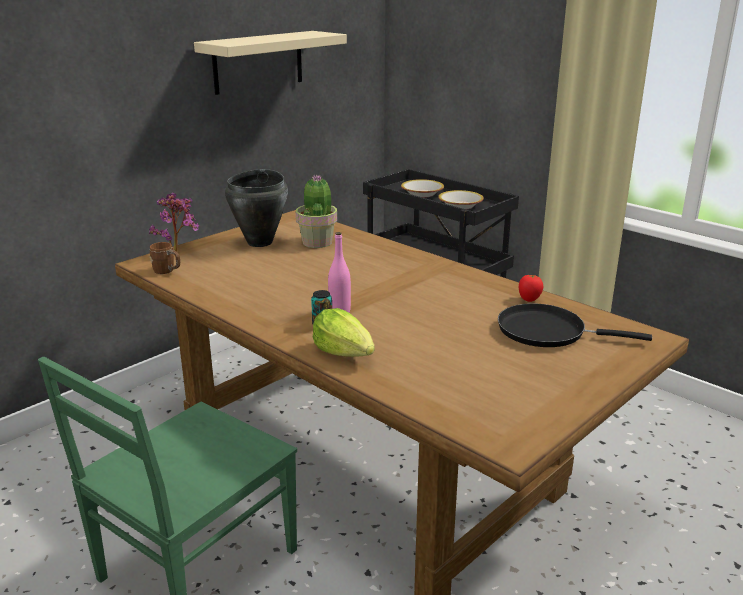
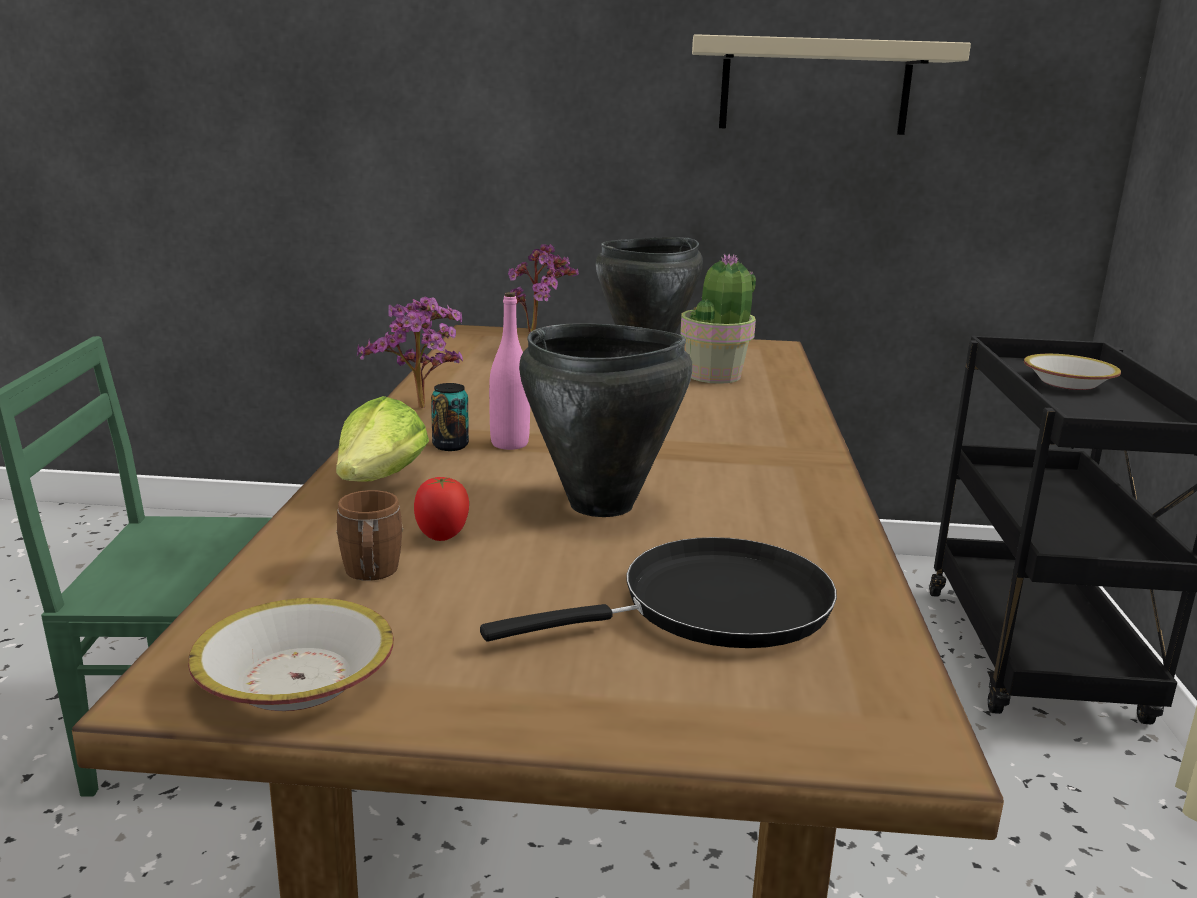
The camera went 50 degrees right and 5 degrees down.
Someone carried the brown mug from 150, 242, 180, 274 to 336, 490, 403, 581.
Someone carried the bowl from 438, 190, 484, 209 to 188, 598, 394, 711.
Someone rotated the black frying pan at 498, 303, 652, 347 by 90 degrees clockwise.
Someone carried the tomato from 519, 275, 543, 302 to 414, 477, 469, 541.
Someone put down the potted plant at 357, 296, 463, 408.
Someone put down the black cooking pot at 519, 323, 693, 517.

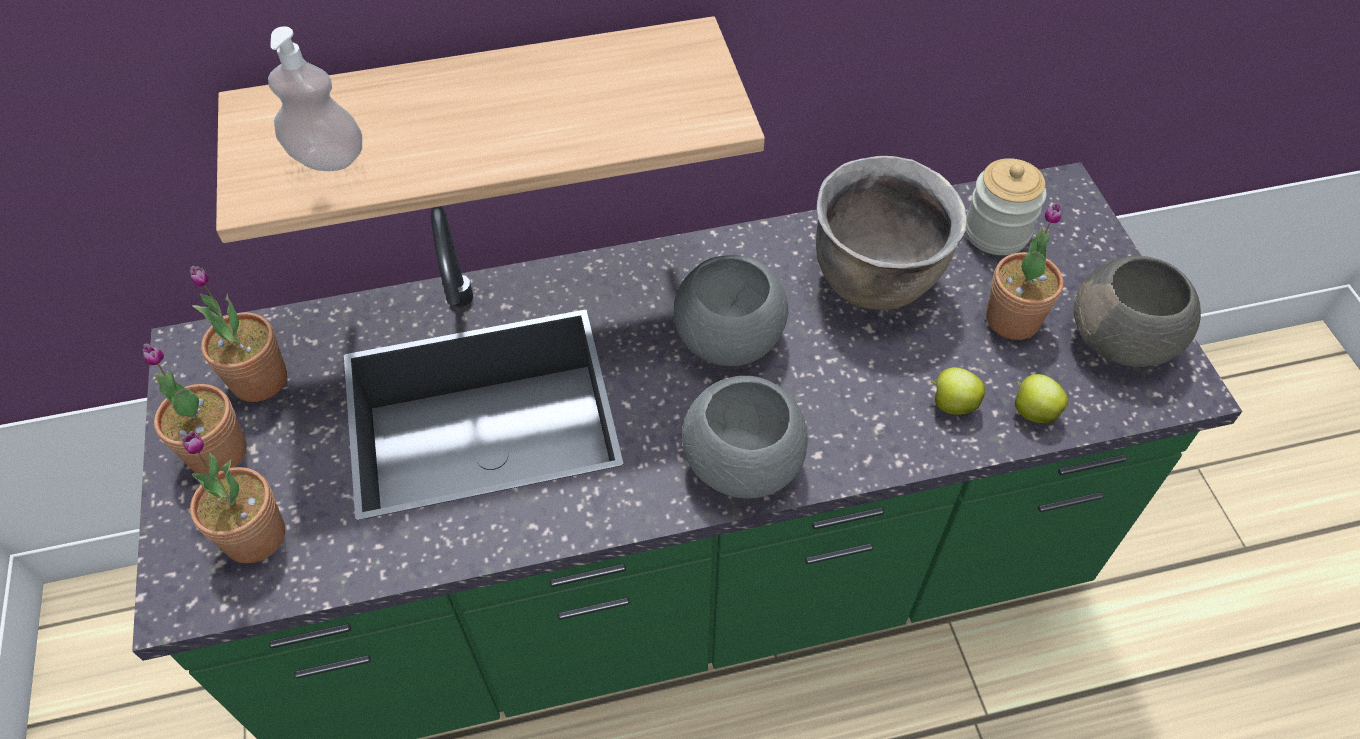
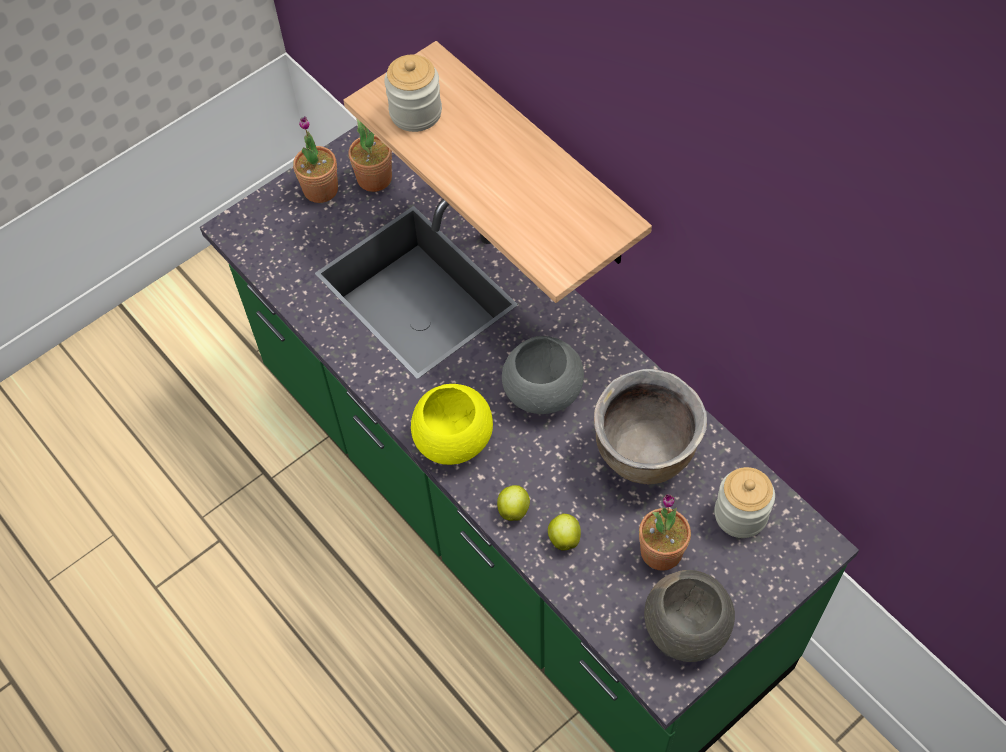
The camera went 65 degrees right and 5 degrees up.
Someone took away the potted plant at 180, 431, 285, 563.
Someone swapped the soap dispenser at 268, 26, 362, 171 for the jar at 384, 55, 442, 132.
Someone repainted the grey bowl at 682, 376, 808, 499, which became the yellow bowl at 411, 384, 493, 465.
Someone carried the apple from 1015, 374, 1068, 423 to 497, 485, 530, 521.

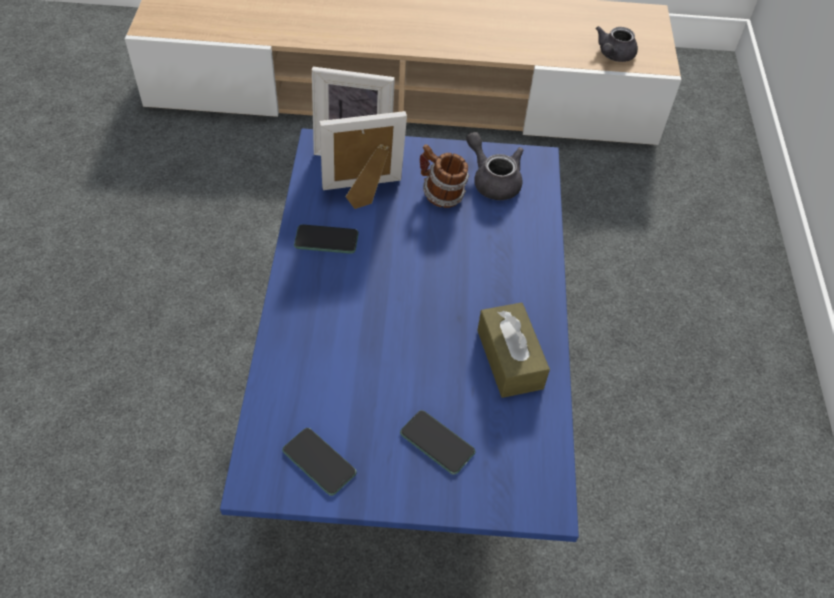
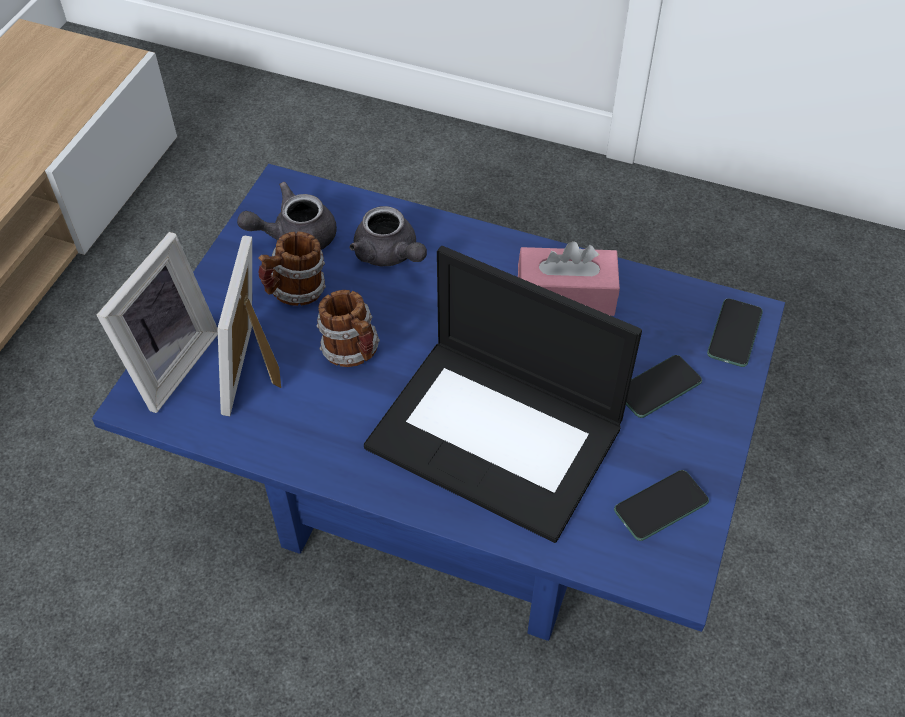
The camera went 70 degrees left and 0 degrees up.
Someone carried the phone from 294, 224, 359, 254 to 707, 298, 763, 367.
Someone repainted the brown tissue box at 477, 302, 550, 398, which became the pink tissue box at 518, 241, 620, 316.
Someone carried the grey teapot from 596, 26, 638, 62 to 349, 206, 427, 266.
Someone put down the mug at 317, 290, 380, 367.
Someone put down the laptop at 364, 246, 642, 543.

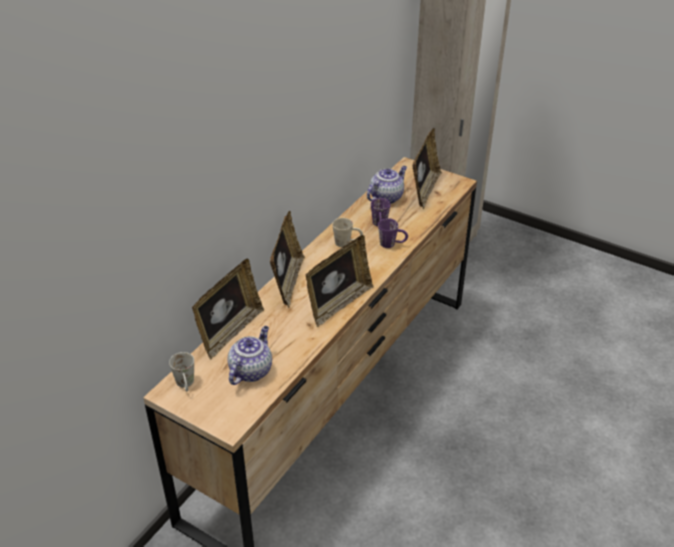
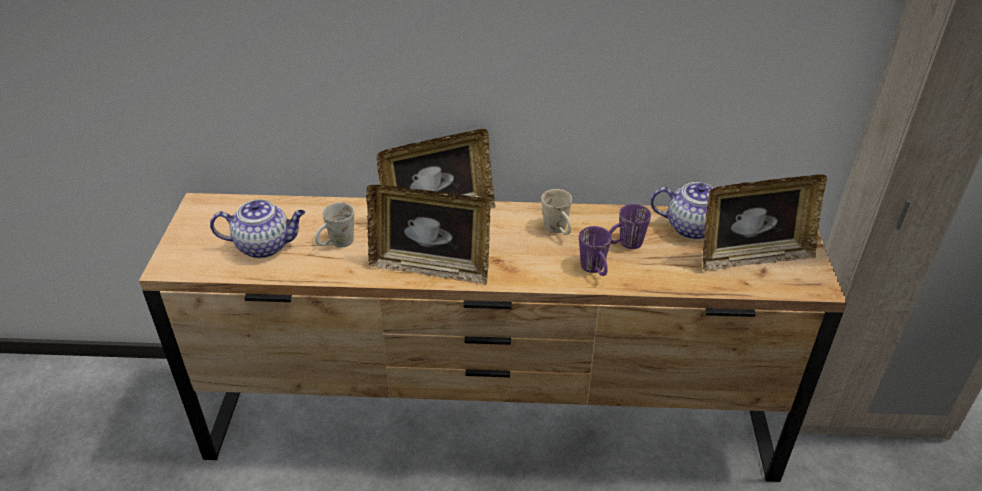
The camera went 60 degrees right and 0 degrees up.
Someone carried the white mug from 169, 352, 194, 391 to 315, 202, 354, 248.
Someone took away the picture frame at 192, 259, 264, 359.

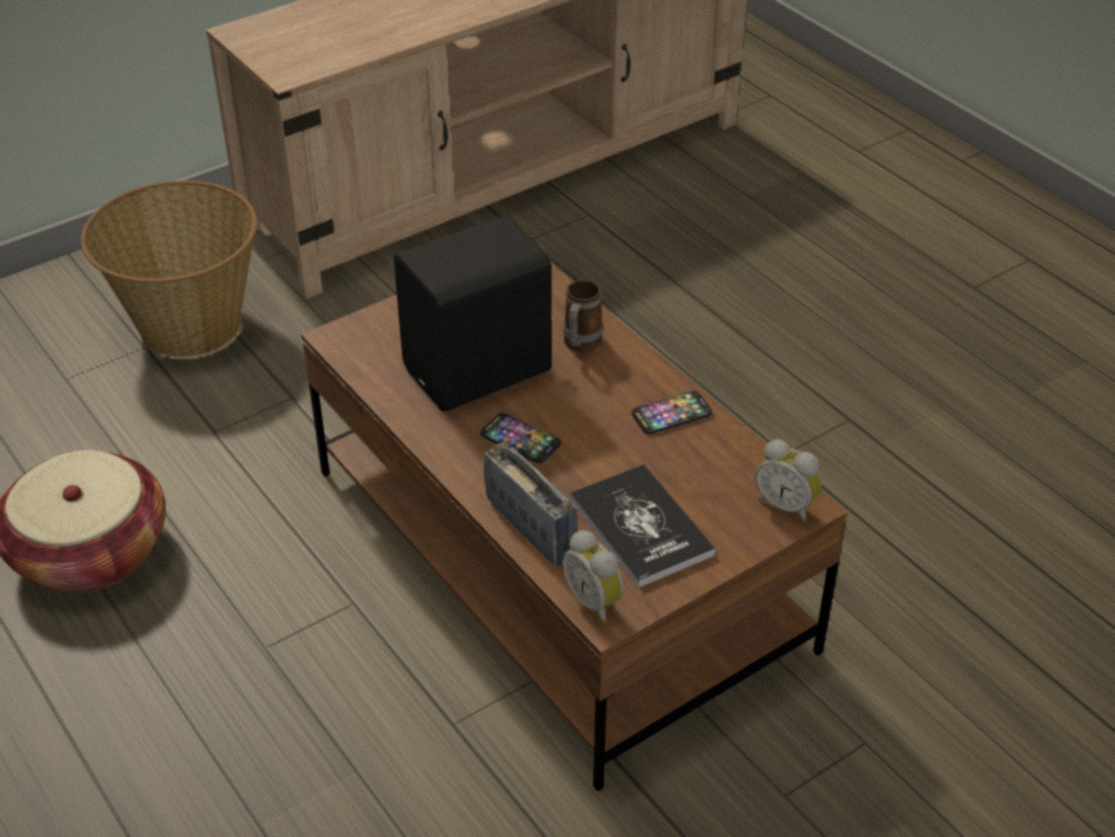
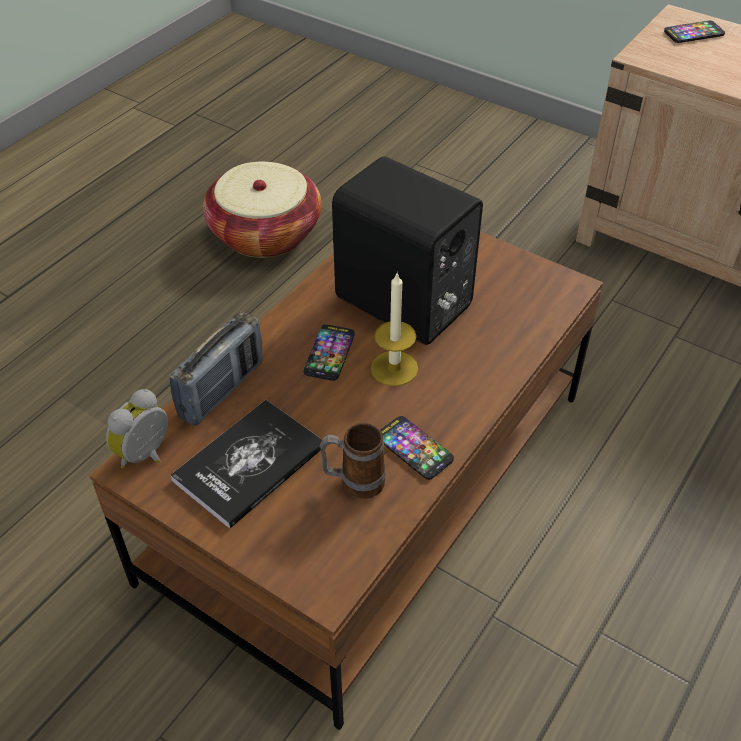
The camera went 70 degrees right and 5 degrees up.
Someone took away the basket at 81, 180, 257, 357.
Someone carried the mug from 563, 280, 603, 352 to 320, 423, 386, 499.
Someone took away the alarm clock at 755, 439, 822, 522.
Someone put down the candle at 371, 271, 418, 386.
Someone put down the phone at 664, 21, 725, 43.

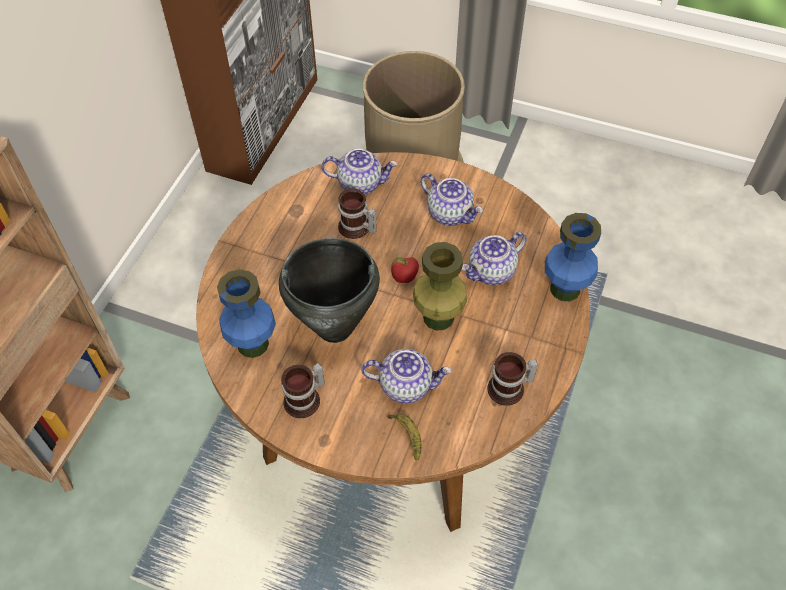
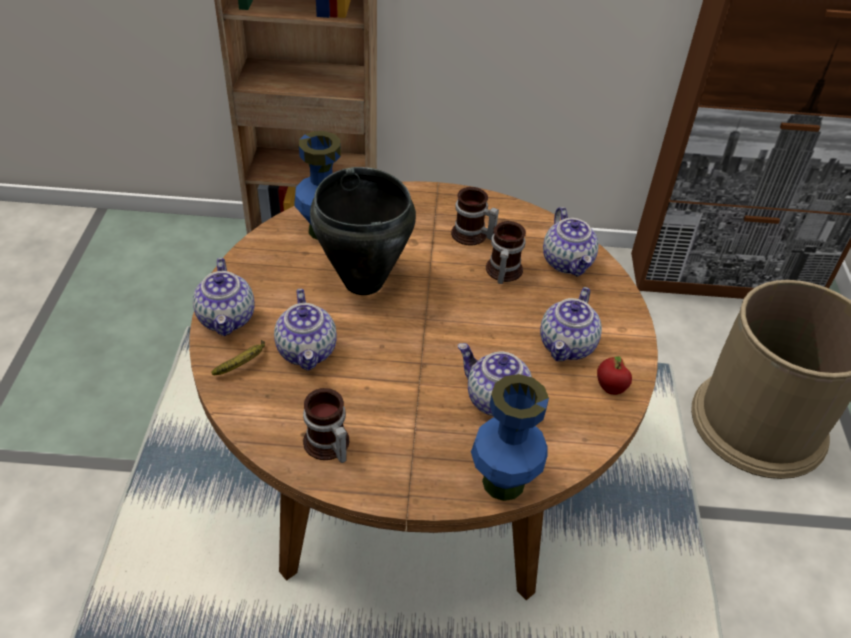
The camera went 70 degrees right and 10 degrees down.
Someone carried the mug from 281, 363, 325, 418 to 451, 187, 499, 245.
Someone carried the apple from 391, 257, 419, 283 to 597, 356, 632, 395.
Someone took away the green vase at 413, 242, 467, 331.
Someone put down the teapot at 193, 258, 255, 336.

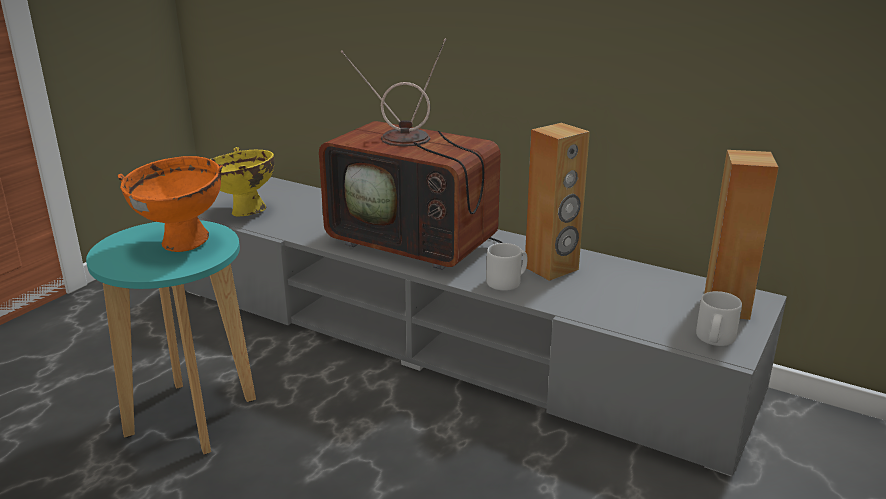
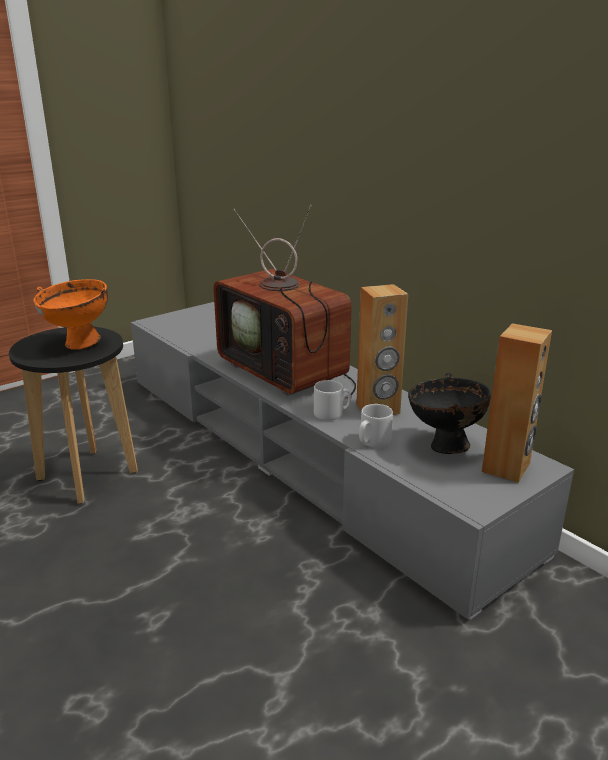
The camera went 20 degrees right and 0 degrees up.
Someone repainted the turquoise stool at 86, 220, 256, 454, which became the black stool at 9, 327, 138, 504.
Someone took away the yellow bowl at 210, 147, 274, 216.
Someone carried the grey mug from 696, 291, 742, 346 to 359, 404, 393, 448.
Someone put down the black bowl at 408, 373, 491, 454.

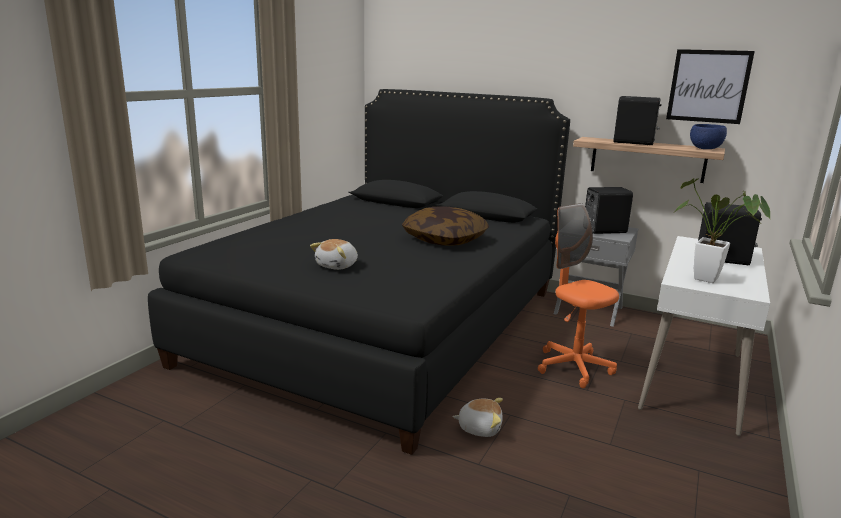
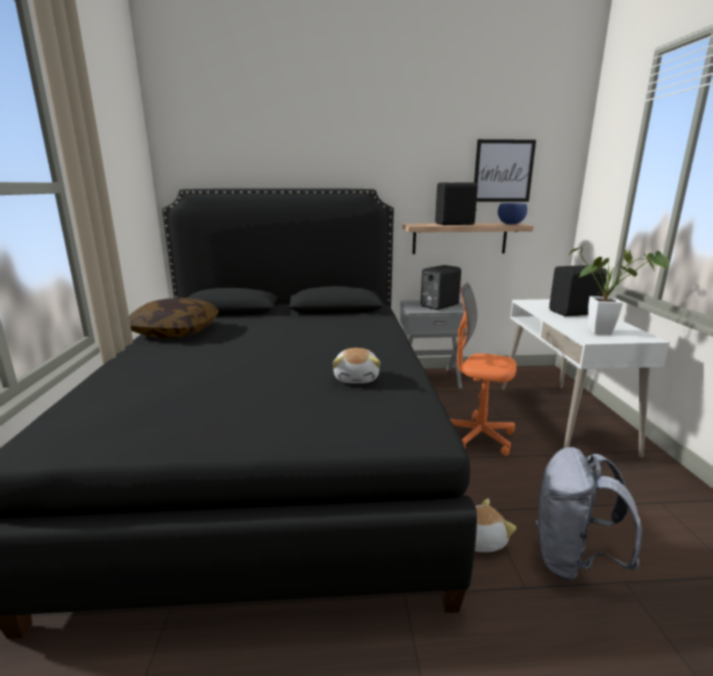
The camera went 30 degrees left and 0 degrees up.
Someone carried the plush toy from 310, 239, 358, 270 to 333, 348, 380, 383.
Someone carried the pillow from 402, 206, 489, 246 to 129, 298, 219, 338.
Someone put down the grey backpack at 536, 447, 642, 581.

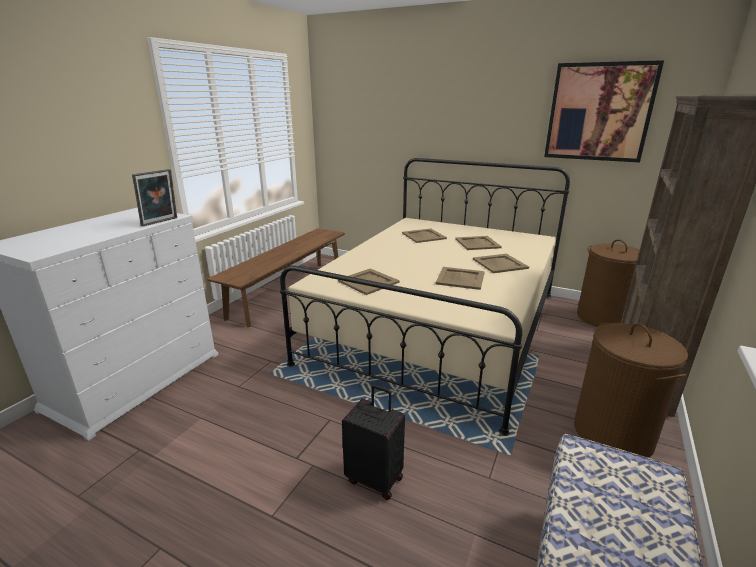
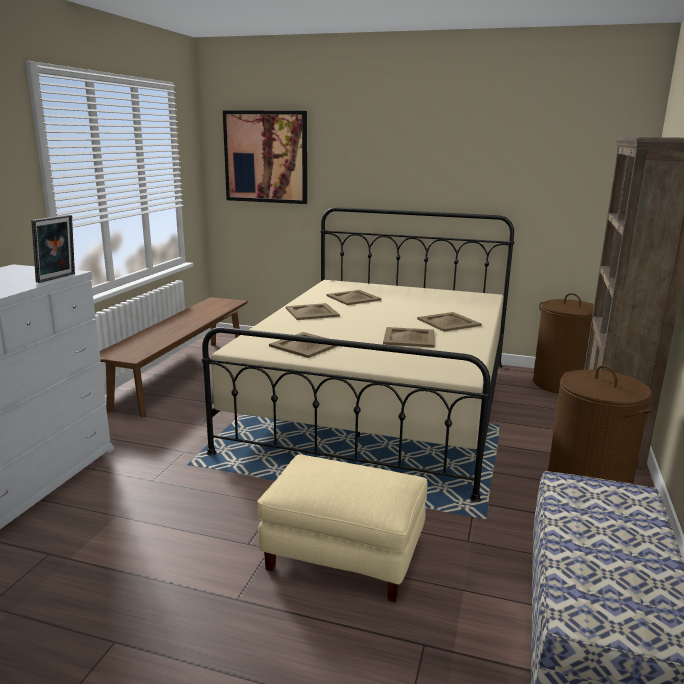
The camera went 10 degrees left and 5 degrees down.
Someone swapped the black suitcase at 342, 385, 405, 500 for the beige ottoman at 257, 454, 427, 602.
Someone carried the beige tray from 455, 236, 502, 250 to 286, 303, 340, 320.
Someone carried the picture from 544, 60, 664, 163 to 223, 110, 307, 204.

